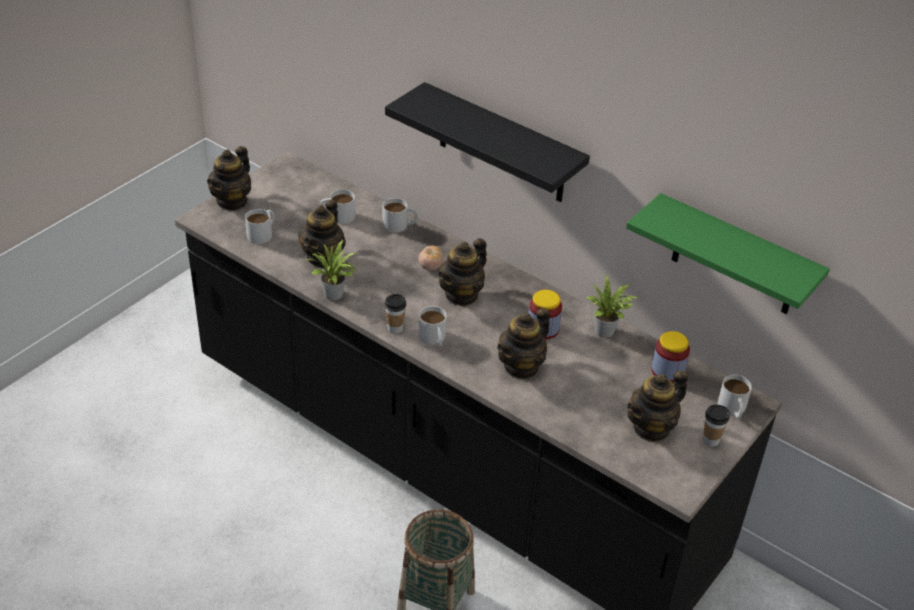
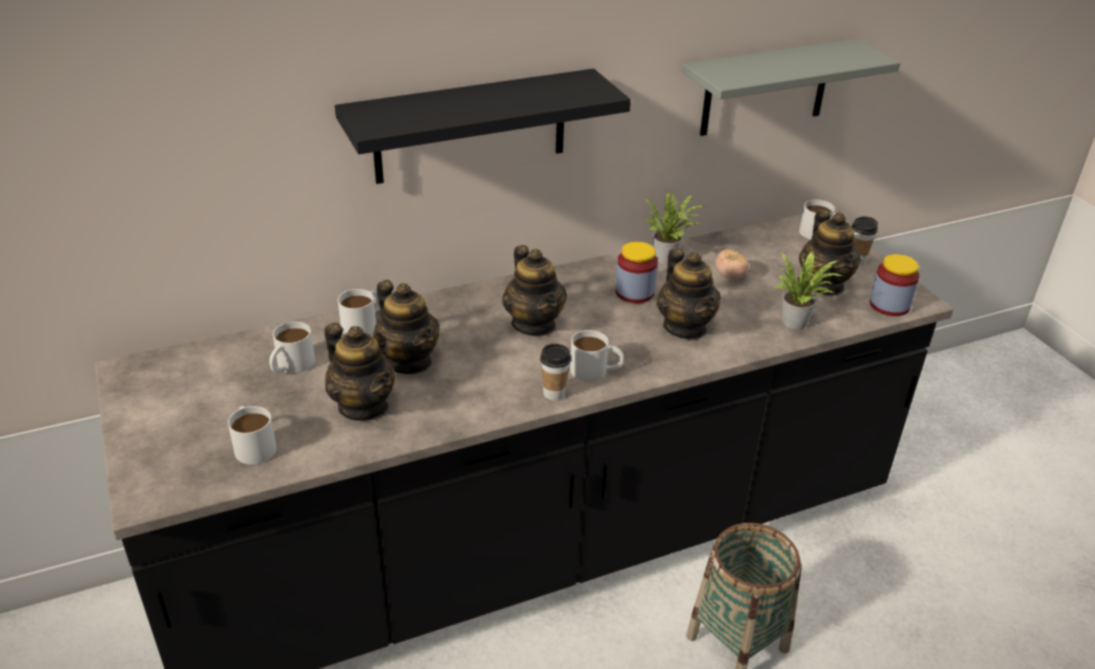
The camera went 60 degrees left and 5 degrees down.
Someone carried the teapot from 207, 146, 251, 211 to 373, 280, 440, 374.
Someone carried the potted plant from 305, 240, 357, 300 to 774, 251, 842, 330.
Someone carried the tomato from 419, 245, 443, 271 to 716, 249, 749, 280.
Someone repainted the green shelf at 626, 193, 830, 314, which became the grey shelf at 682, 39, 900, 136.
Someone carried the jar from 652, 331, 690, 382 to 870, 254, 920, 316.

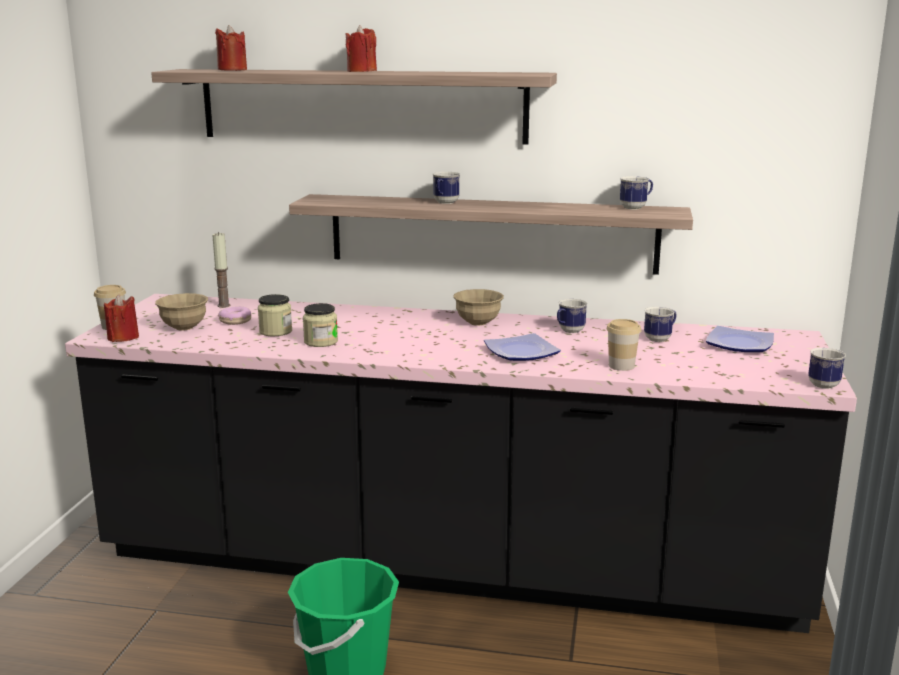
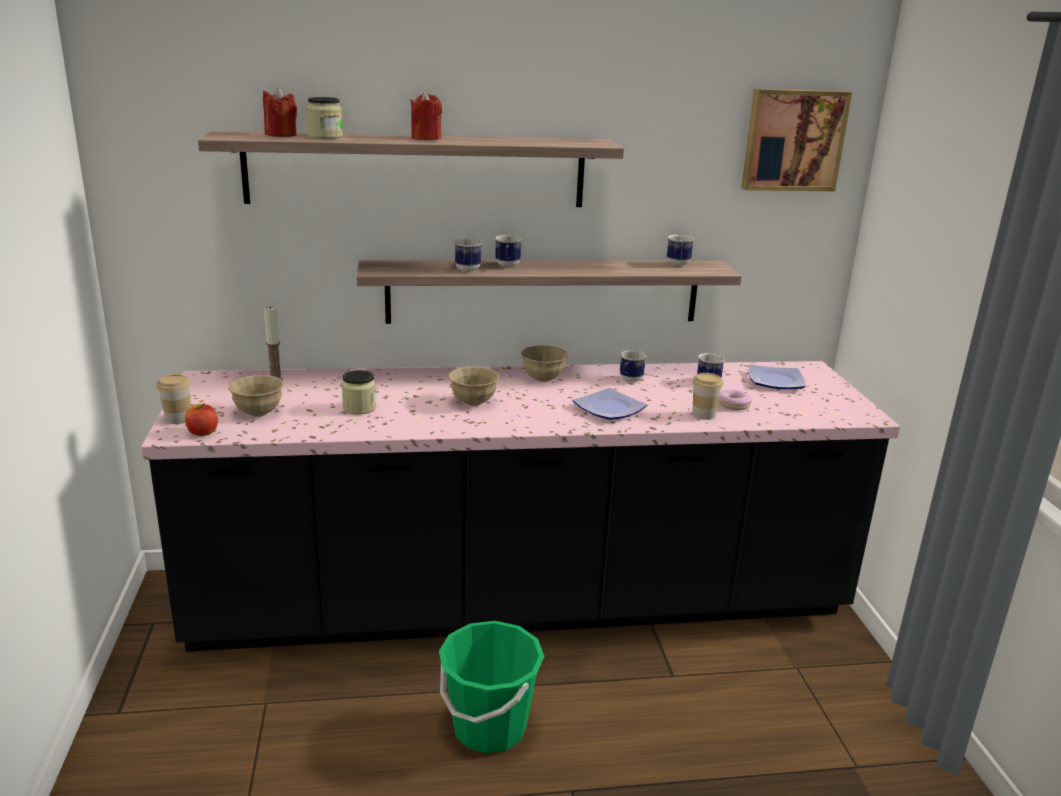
The camera went 20 degrees left and 5 degrees up.
Someone swapped the red candle at 104, 294, 139, 342 for the apple at 185, 403, 218, 436.
Someone carried the donut from 218, 307, 251, 325 to 718, 390, 752, 410.
Someone carried the jar from 303, 303, 338, 347 to 306, 97, 343, 139.
Someone carried the mug from 808, 348, 846, 389 to 455, 239, 482, 272.
Someone put down the beige bowl at 449, 366, 499, 406.
Someone put up the picture at 741, 89, 852, 191.

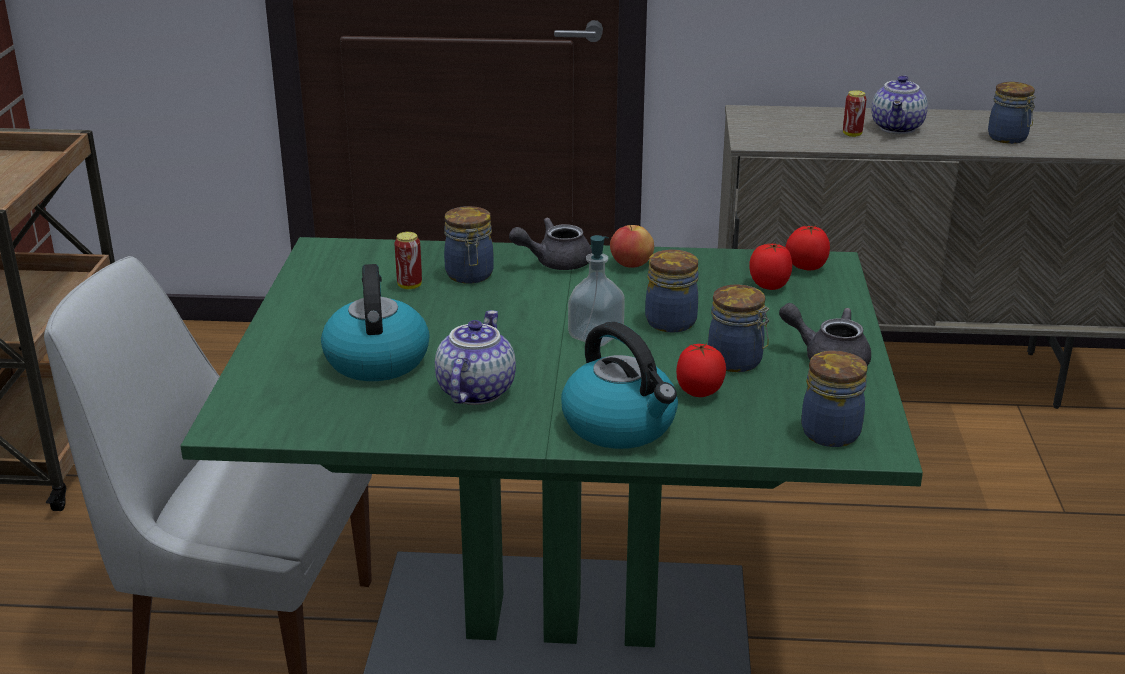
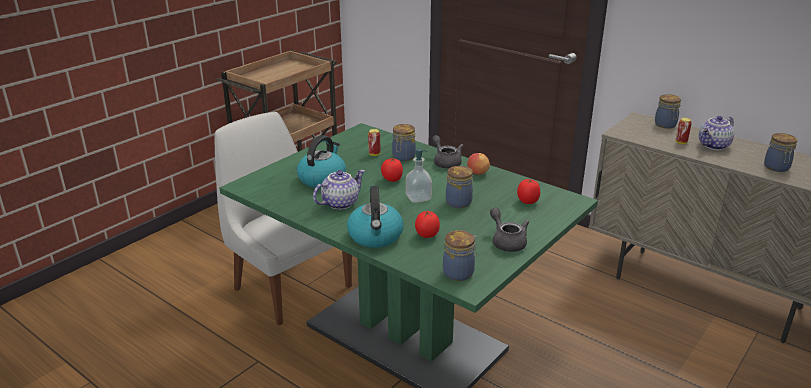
The camera went 35 degrees right and 0 degrees up.
Someone rotated the grey teapot at 509, 218, 592, 270 by 45 degrees clockwise.
Someone carried the jar from 708, 284, 769, 372 to 655, 94, 681, 128.
Someone carried the tomato from 786, 225, 830, 270 to 381, 158, 403, 182.

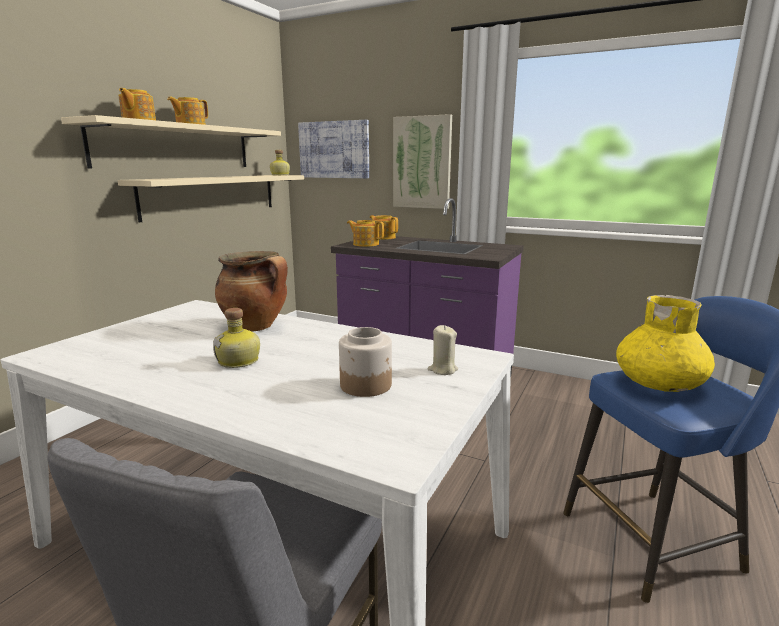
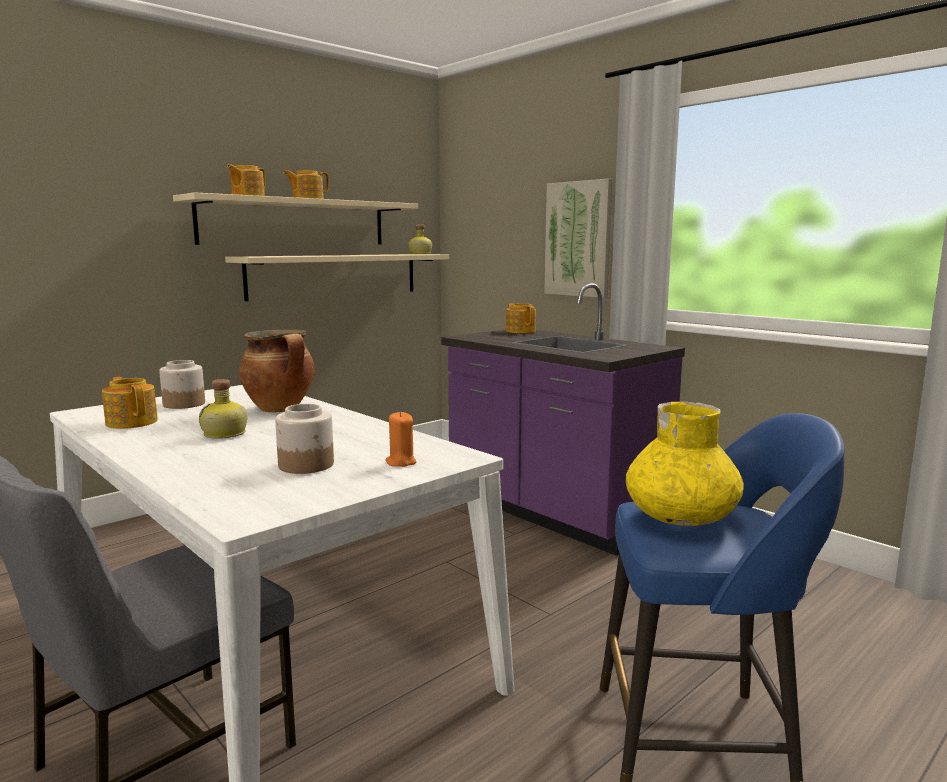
The camera went 20 degrees right and 5 degrees down.
Someone took away the picture at 298, 120, 369, 178.
Someone carried the teapot from 347, 220, 384, 247 to 102, 377, 158, 429.
Someone repainted the beige candle at 428, 325, 458, 375, which became the orange candle at 385, 411, 416, 467.
Someone put down the jar at 159, 360, 205, 409.

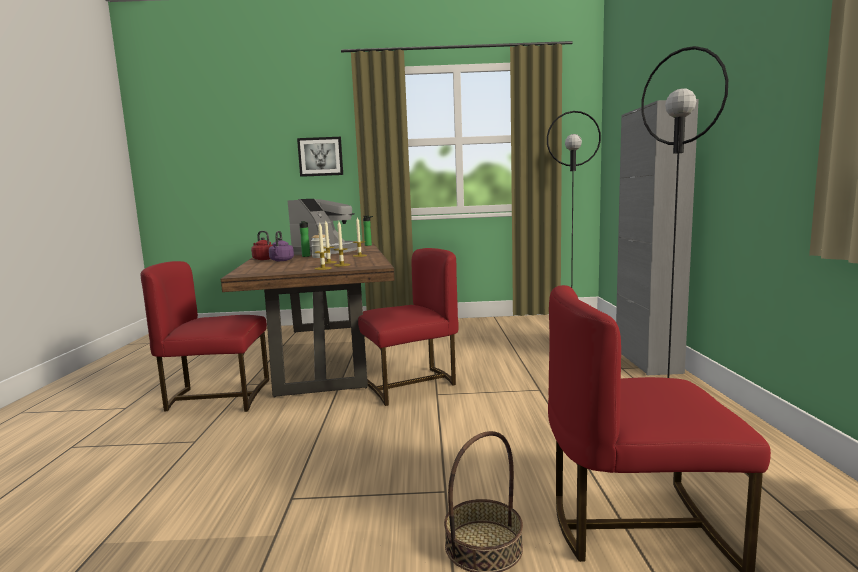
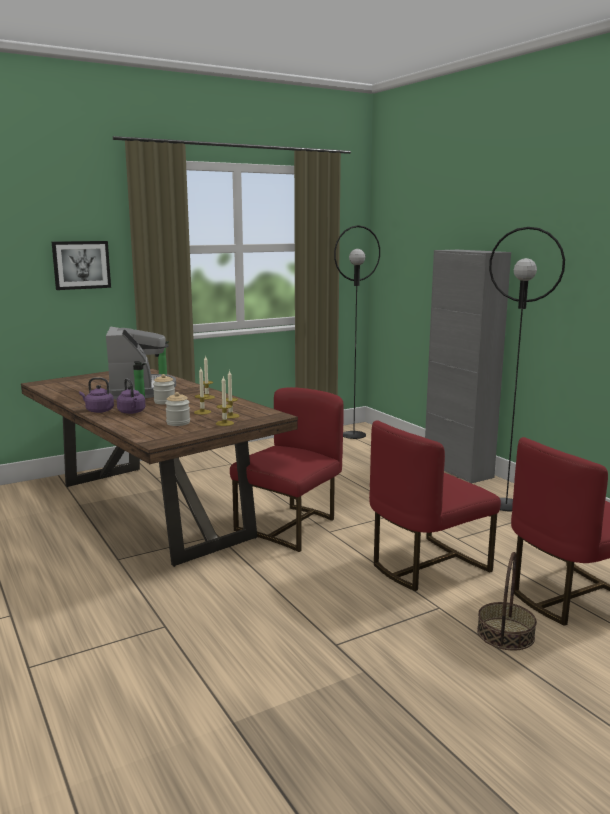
The camera went 30 degrees left and 5 degrees up.
Someone carried the red chair from 141, 261, 269, 412 to 369, 420, 501, 591.
Someone repainted the red kettle at 251, 231, 273, 260, which became the purple kettle at 79, 377, 114, 413.
Someone put down the jar at 165, 392, 190, 426.

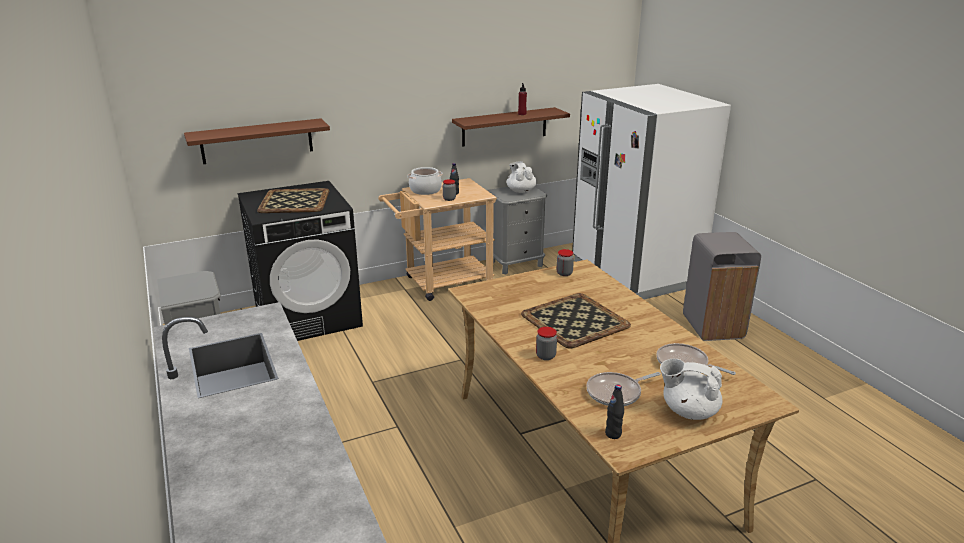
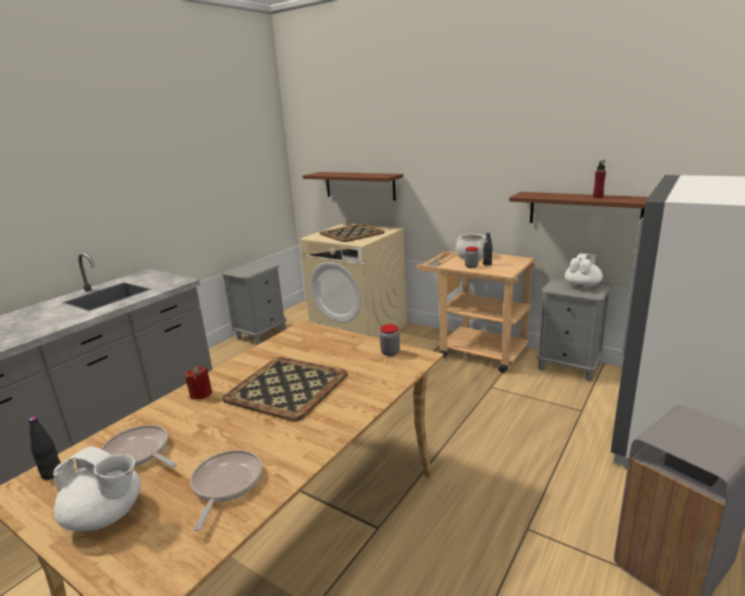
The camera went 60 degrees right and 5 degrees down.
Someone repainted the black washing machine at 238, 181, 363, 341, which became the beige washing machine at 300, 223, 407, 339.
Someone swapped the jar at 536, 327, 557, 360 for the red candle at 186, 366, 212, 400.
Someone rotated the white teapot at 660, 359, 722, 420 by 120 degrees clockwise.

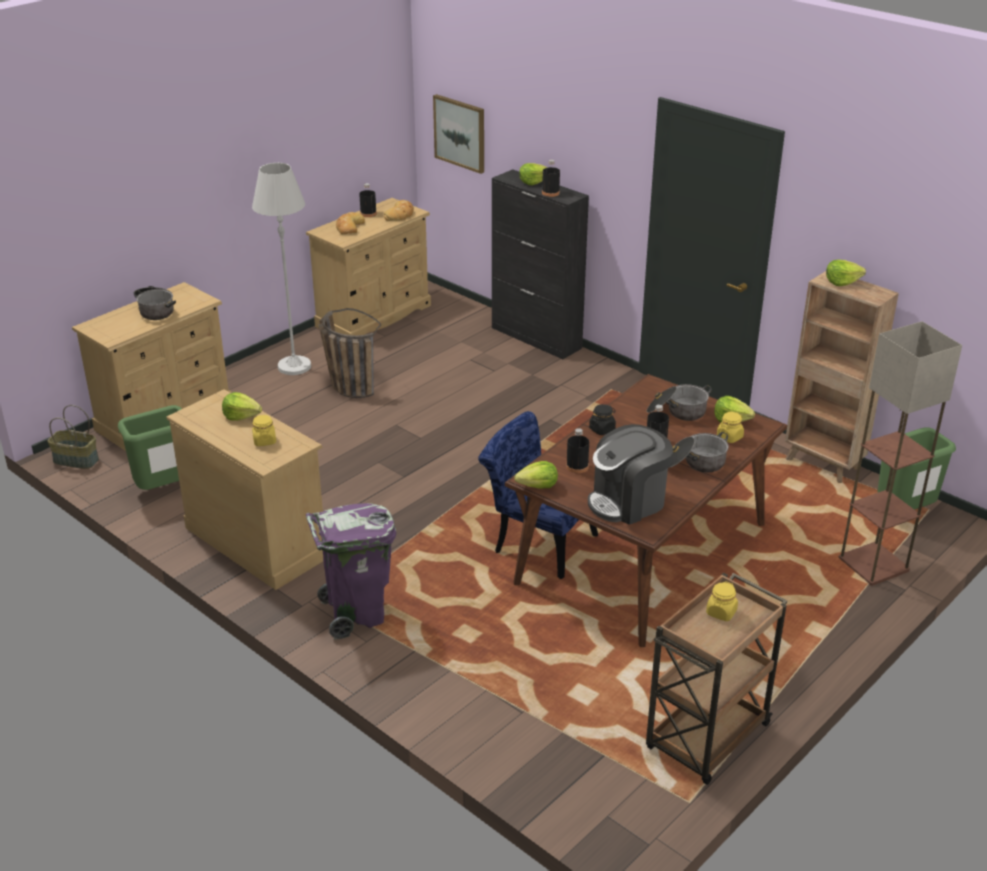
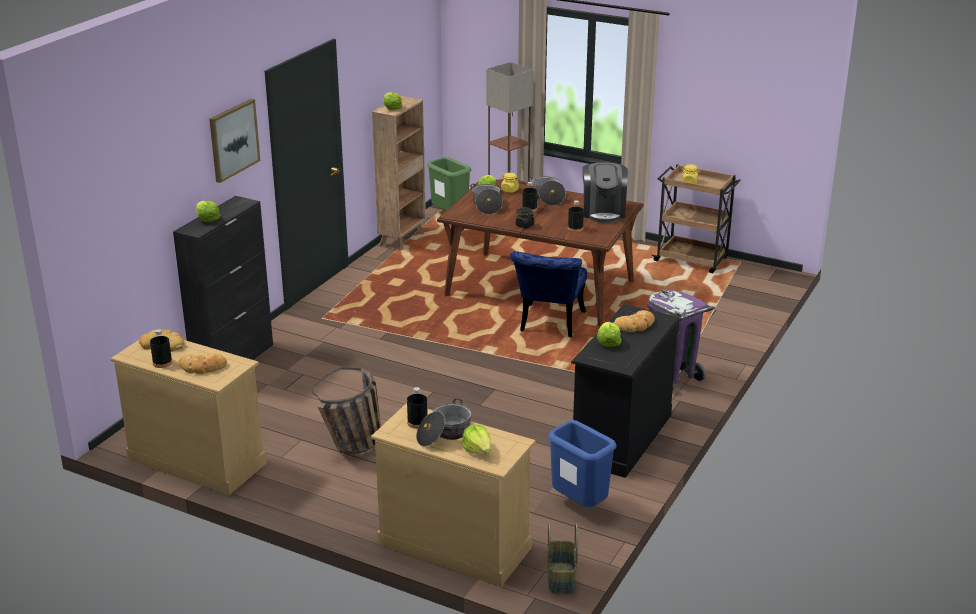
The camera went 105 degrees left and 5 degrees down.
Someone repainted the green trash can at 118, 405, 182, 490, which became the blue trash can at 548, 420, 617, 507.
Someone repainted the beige dresser at 166, 389, 323, 590, which became the black dresser at 571, 304, 679, 478.
Someone took away the white floor lamp at 252, 163, 311, 375.
Someone swapped the yellow jar at 252, 415, 276, 446 for the bread at 614, 310, 655, 332.
Someone carried the picture from 433, 94, 484, 174 to 209, 99, 260, 183.
Someone carried the lettuce from 514, 461, 558, 489 to 462, 425, 491, 455.
Someone carried the black bottle from 542, 160, 560, 197 to 407, 387, 428, 429.
Someone rotated the coffee machine at 588, 424, 673, 525 by 45 degrees clockwise.

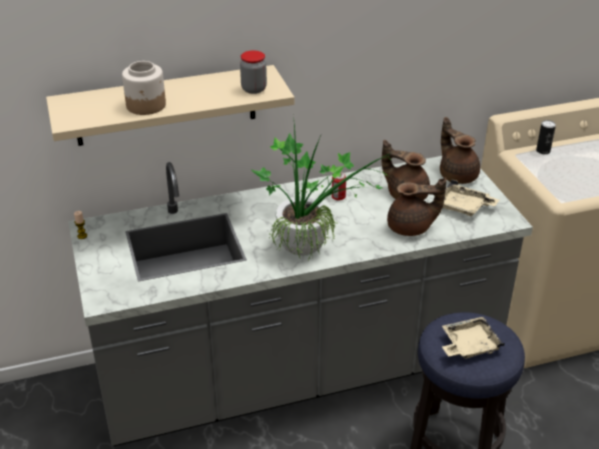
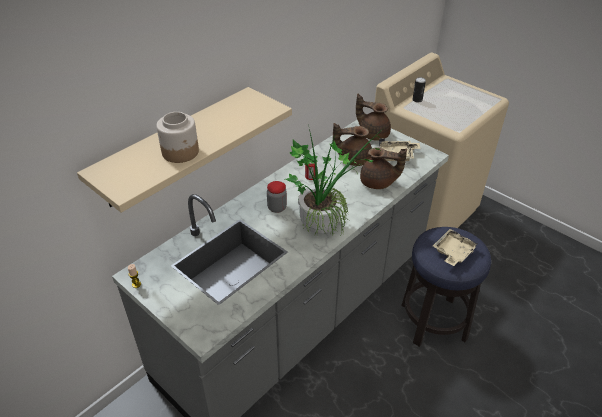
The camera went 30 degrees left and 5 degrees up.
Someone carried the jar from 240, 50, 267, 94 to 267, 181, 287, 213.
Someone rotated the brown teapot at 387, 178, 447, 236 by 45 degrees clockwise.

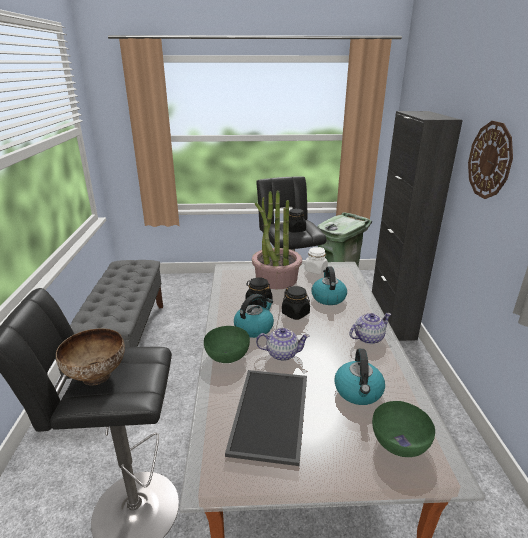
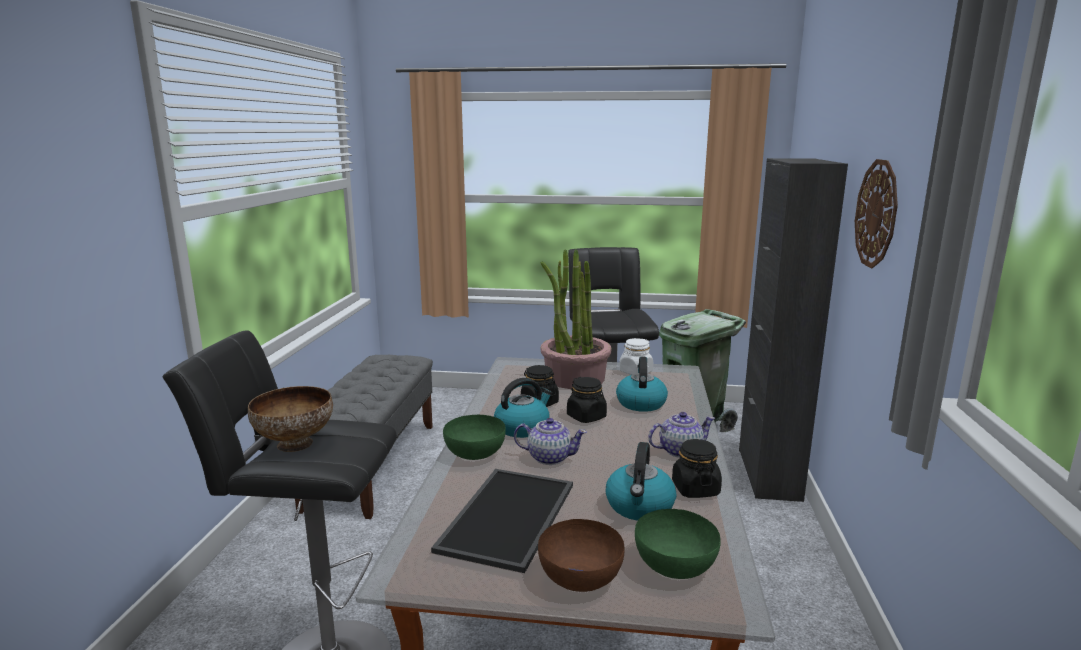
The camera went 10 degrees right and 10 degrees down.
Someone carried the black jar from 289, 209, 306, 232 to 672, 439, 722, 498.
Someone put down the brown bowl at 538, 519, 624, 592.

